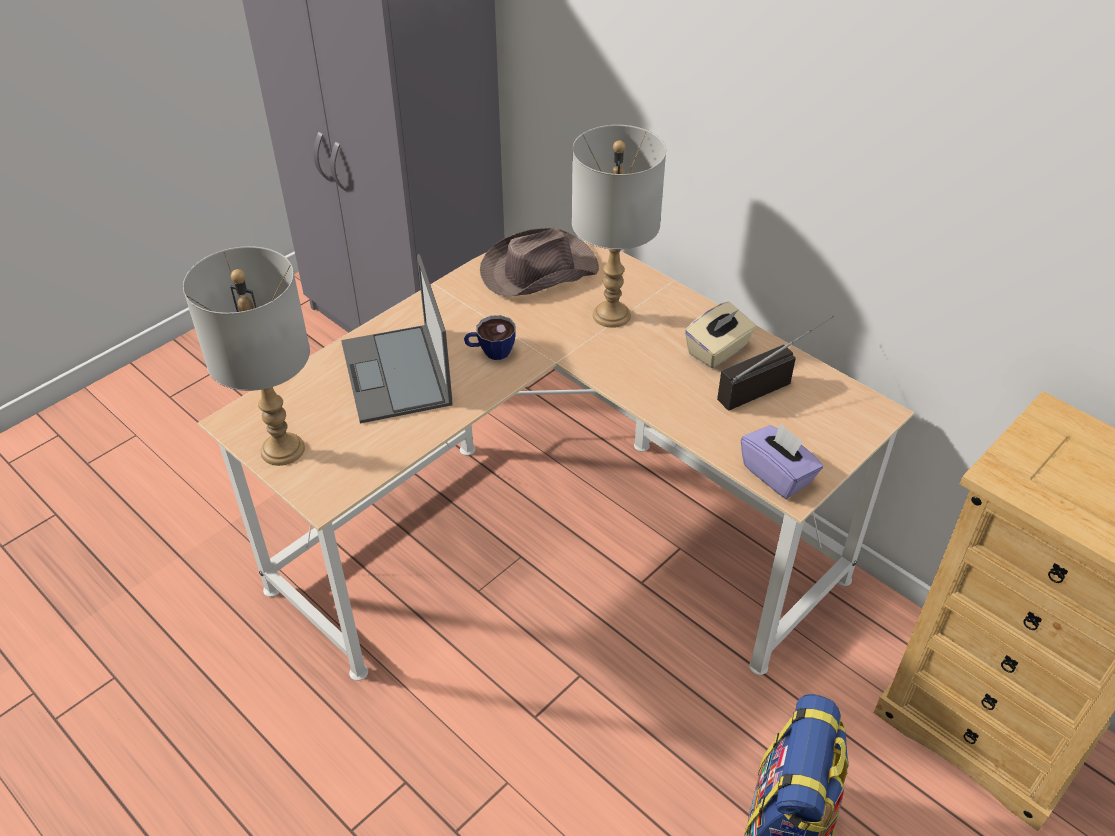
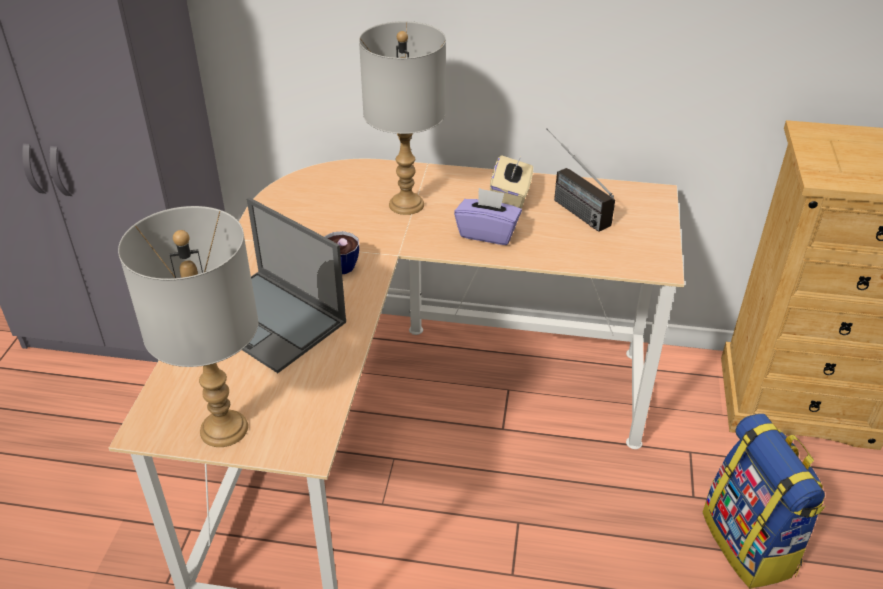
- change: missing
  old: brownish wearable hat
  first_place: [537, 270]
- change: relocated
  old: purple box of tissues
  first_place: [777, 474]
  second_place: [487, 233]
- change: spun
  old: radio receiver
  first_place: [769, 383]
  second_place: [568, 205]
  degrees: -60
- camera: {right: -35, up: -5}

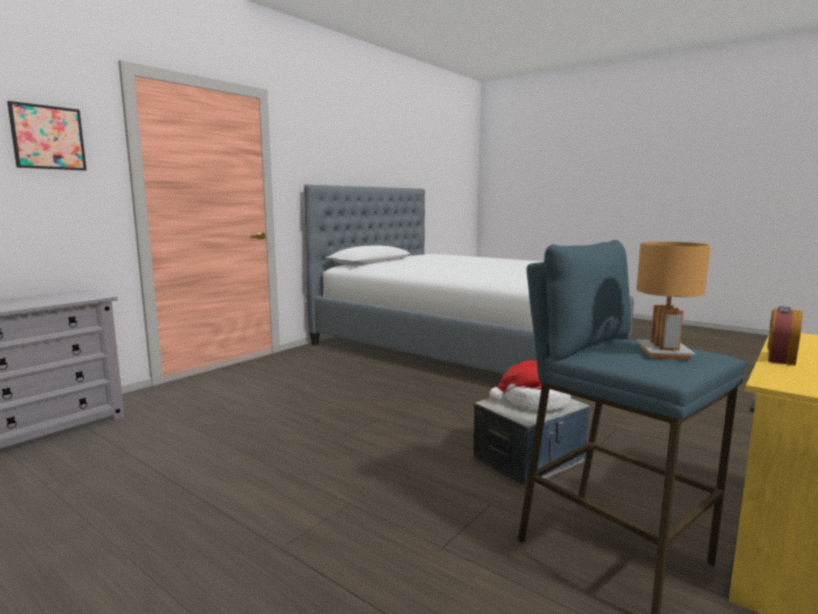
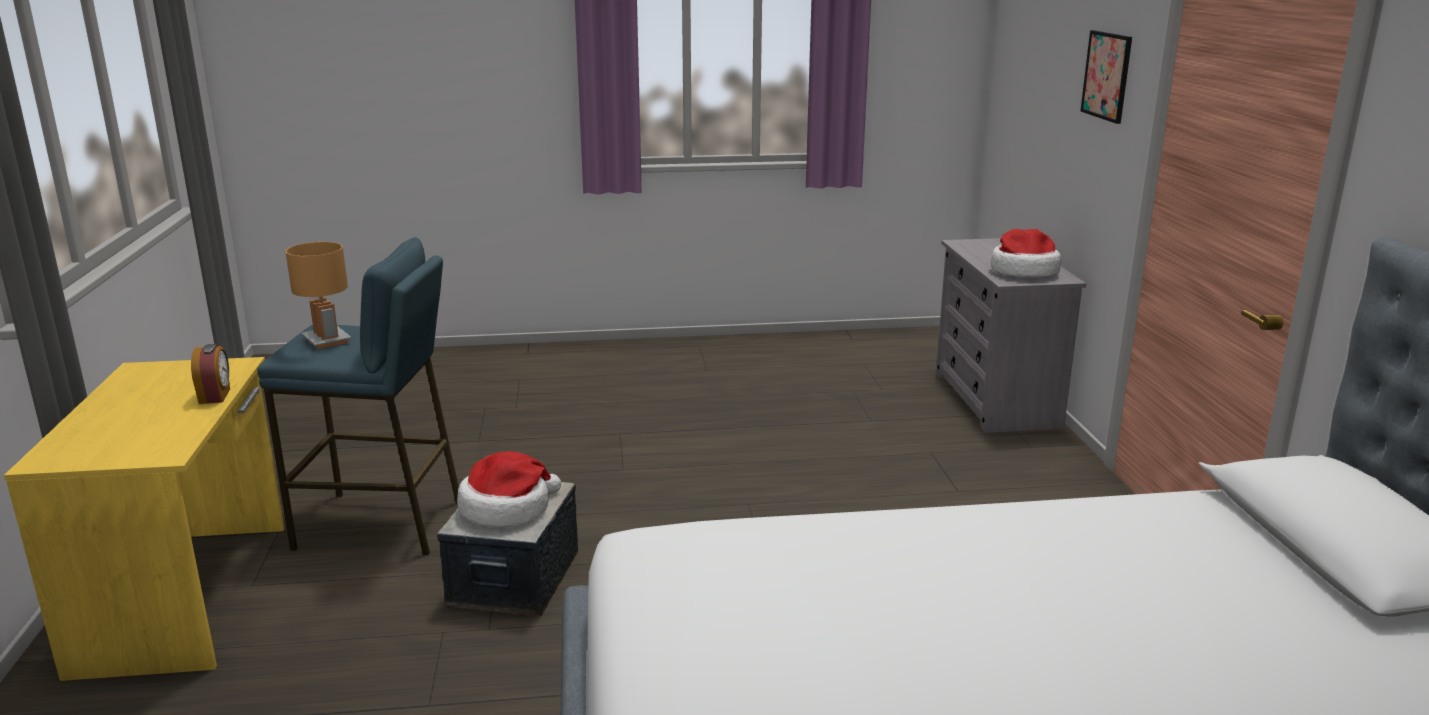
- change: appeared
  new: wearable hat
  second_place: [1023, 271]
- camera: {right: 135, up: 10}

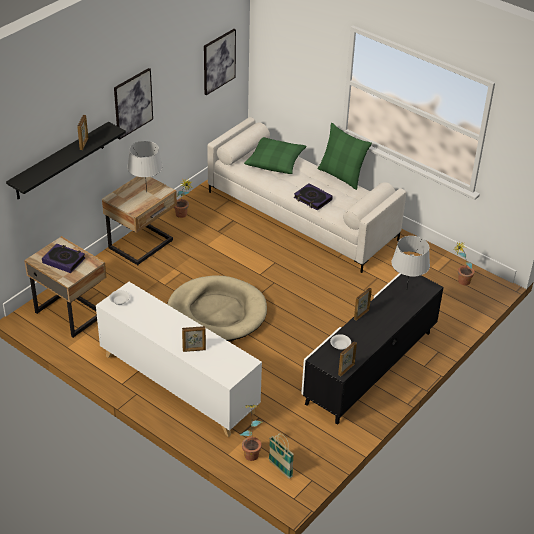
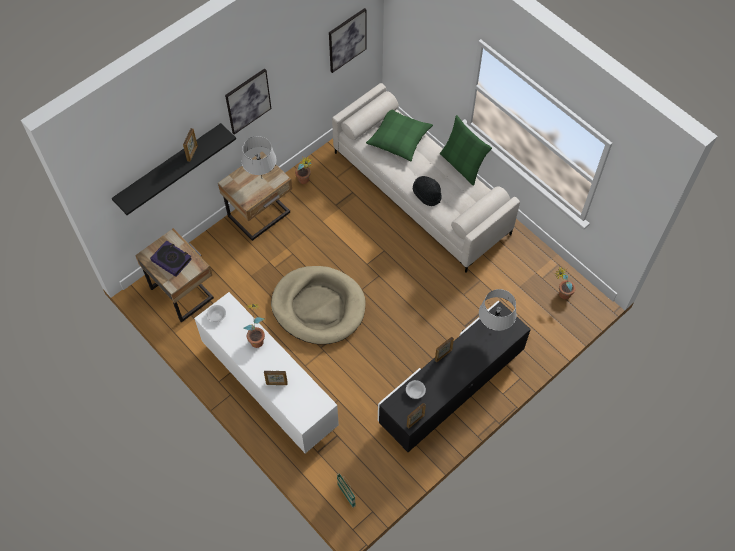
- change: relocated
  old: potted plant
  first_place: [251, 451]
  second_place: [257, 338]
- change: exchanged
  old: volume
  new: blackish wearable hat
  first_place: [312, 199]
  second_place: [427, 194]
- camera: {right: 10, up: 20}

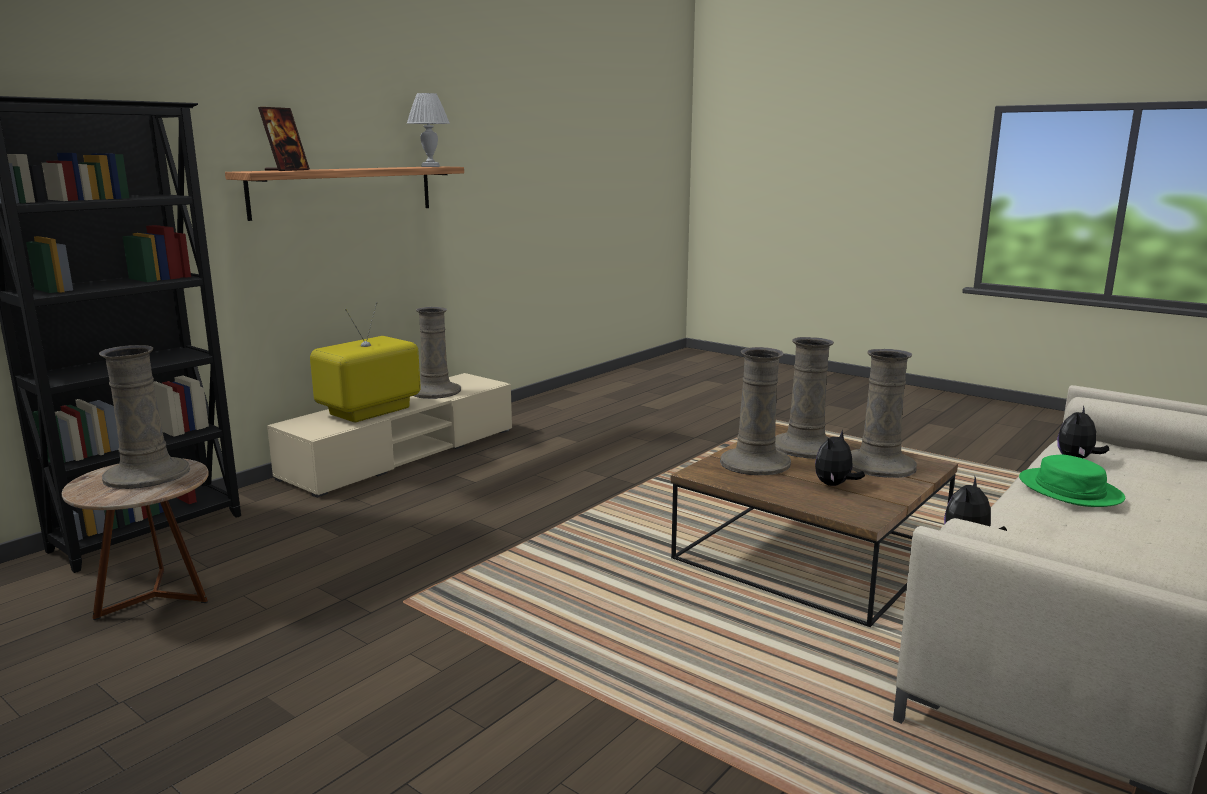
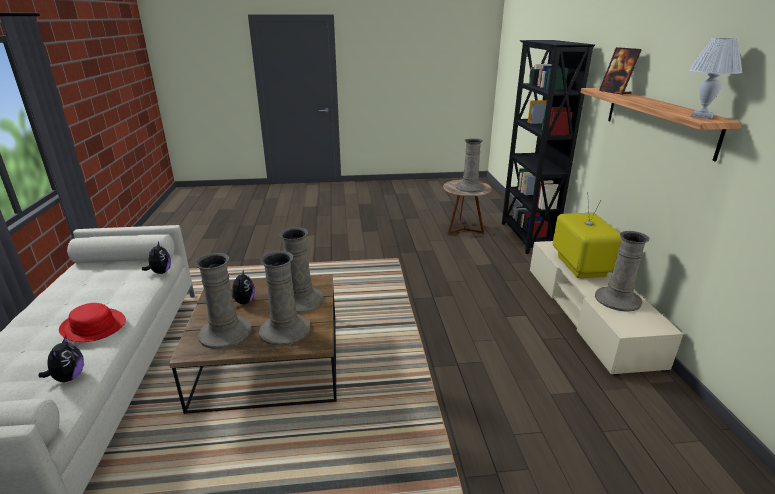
- change: colour
  old: greenish wearable hat
  new: reddish wearable hat
  first_place: [1070, 489]
  second_place: [93, 326]
- camera: {right: 135, up: 10}

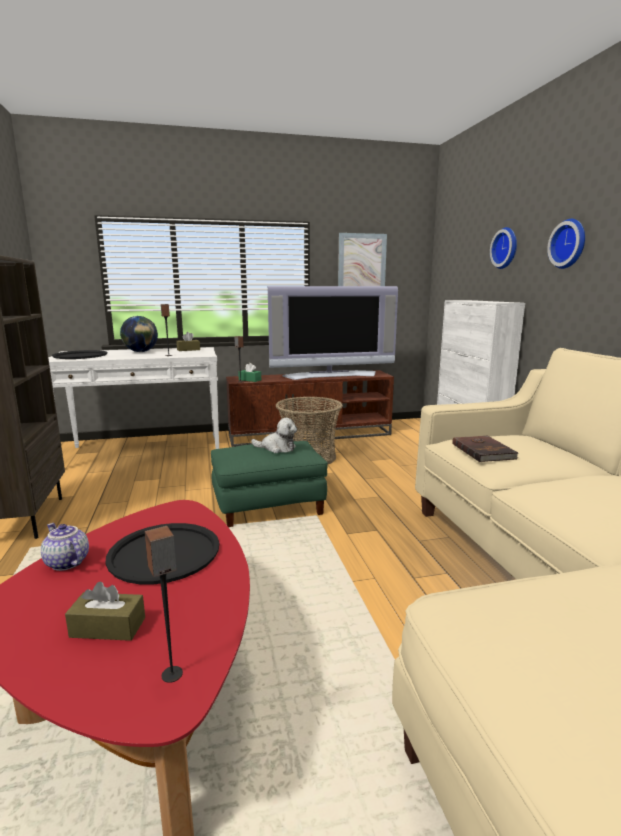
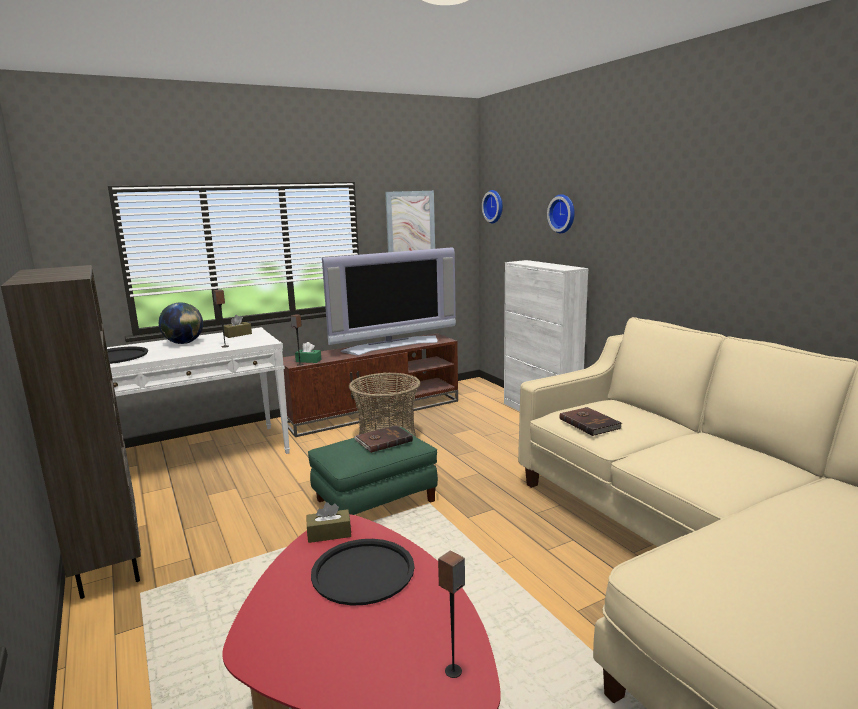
- change: missing
  old: teapot
  first_place: [66, 563]
- change: relocated
  old: brownish box of tissues
  first_place: [108, 627]
  second_place: [329, 533]
- change: relocated
  old: wall clock
  first_place: [570, 244]
  second_place: [494, 206]
- change: exchanged
  old: plush toy
  new: brownish volume
  first_place: [277, 448]
  second_place: [383, 441]
- camera: {right: -15, up: 0}

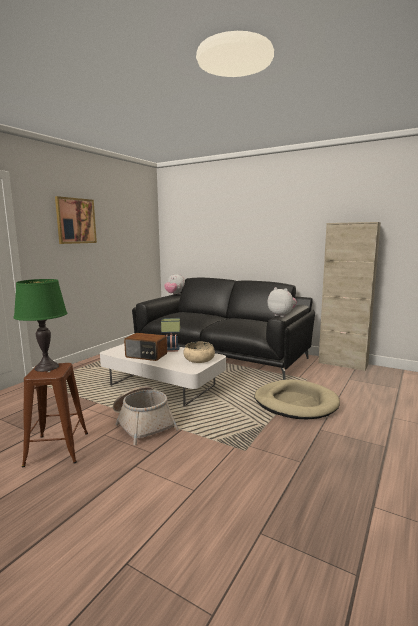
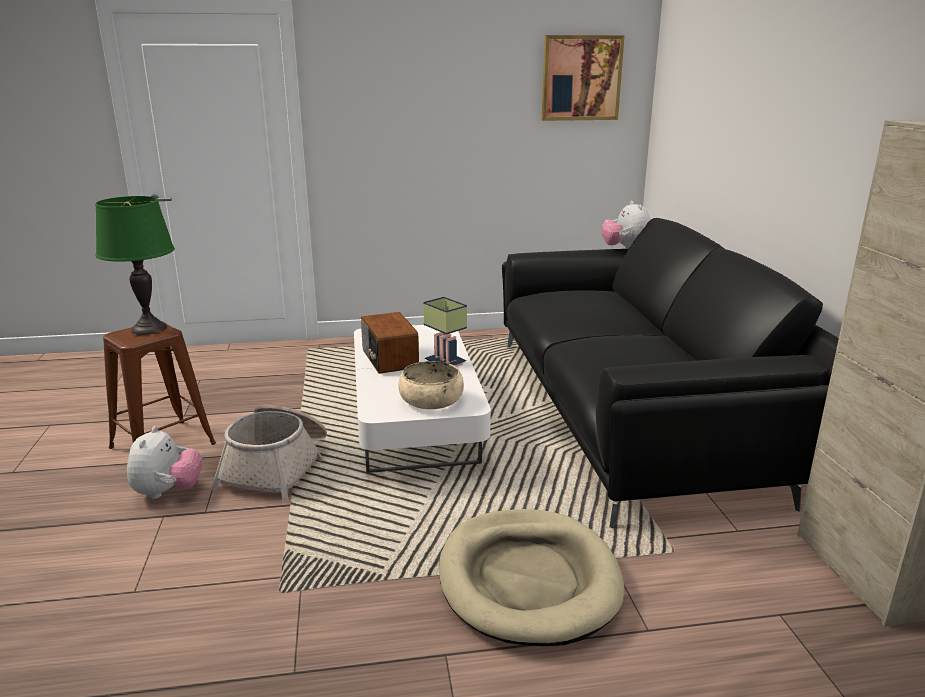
- change: relocated
  old: wall art
  first_place: [75, 221]
  second_place: [581, 78]
- change: relocated
  old: plush toy
  first_place: [282, 315]
  second_place: [168, 492]
- camera: {right: 50, up: 10}

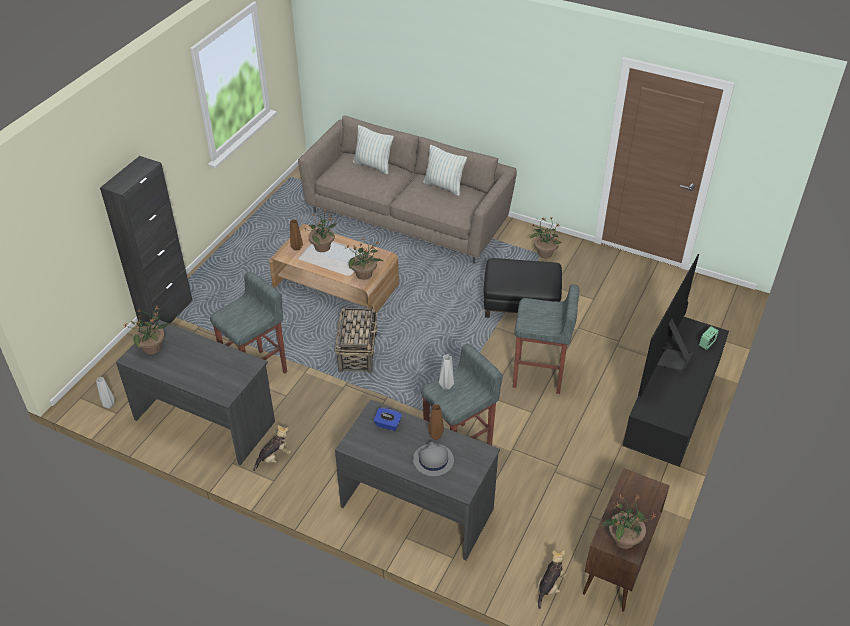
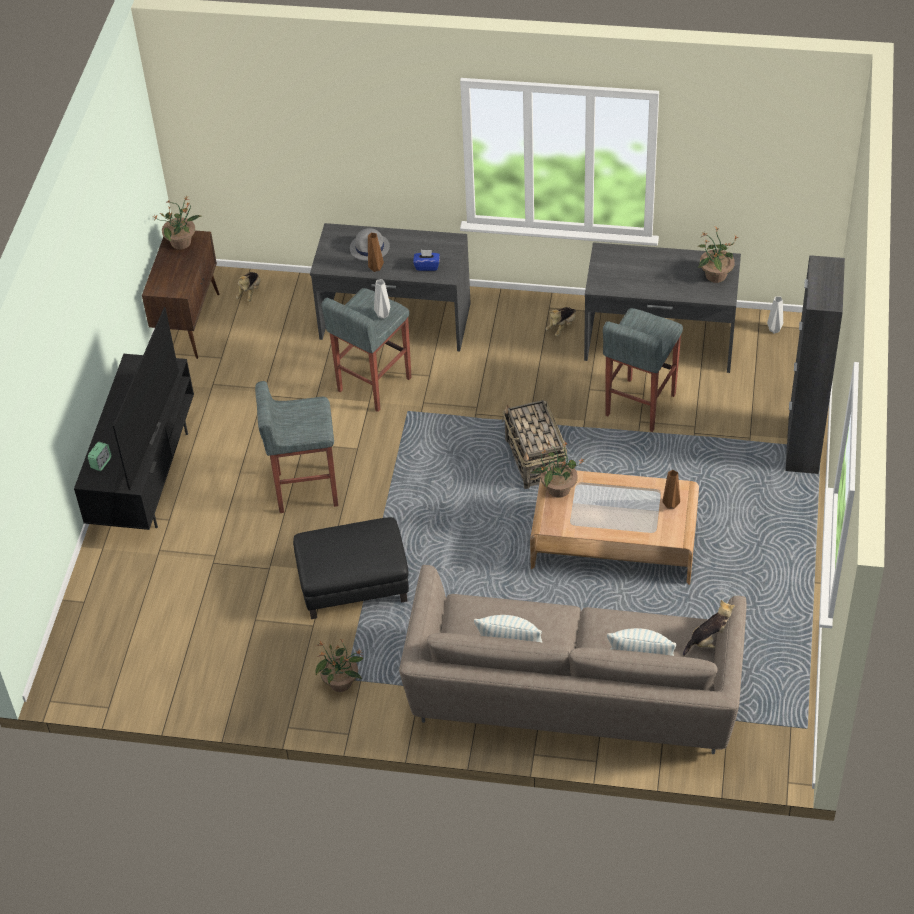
- change: missing
  old: potted plant
  first_place: [323, 247]
- change: appeared
  new: plush toy
  second_place: [709, 641]
- camera: {right: 165, up: 5}

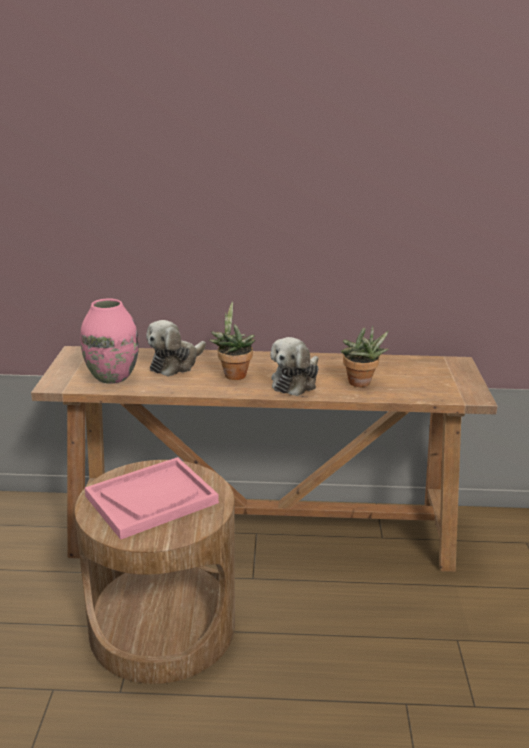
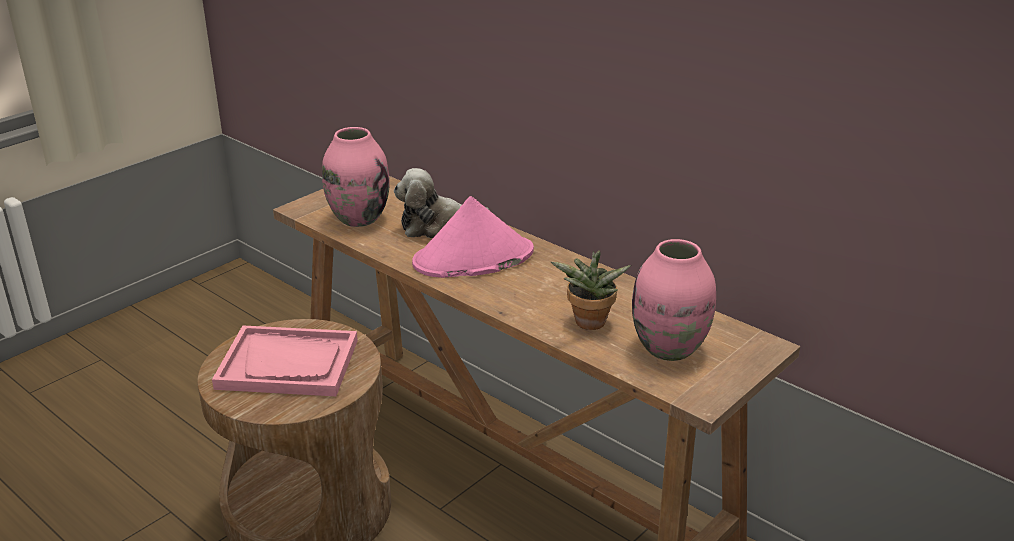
- change: missing
  old: plush toy
  first_place: [296, 382]
- change: appeared
  new: pink-coloured flower vase
  second_place: [670, 348]
- change: exchanged
  old: potted plant
  new: pink-coloured wearable hat
  first_place: [233, 374]
  second_place: [473, 258]
- camera: {right: 40, up: 5}

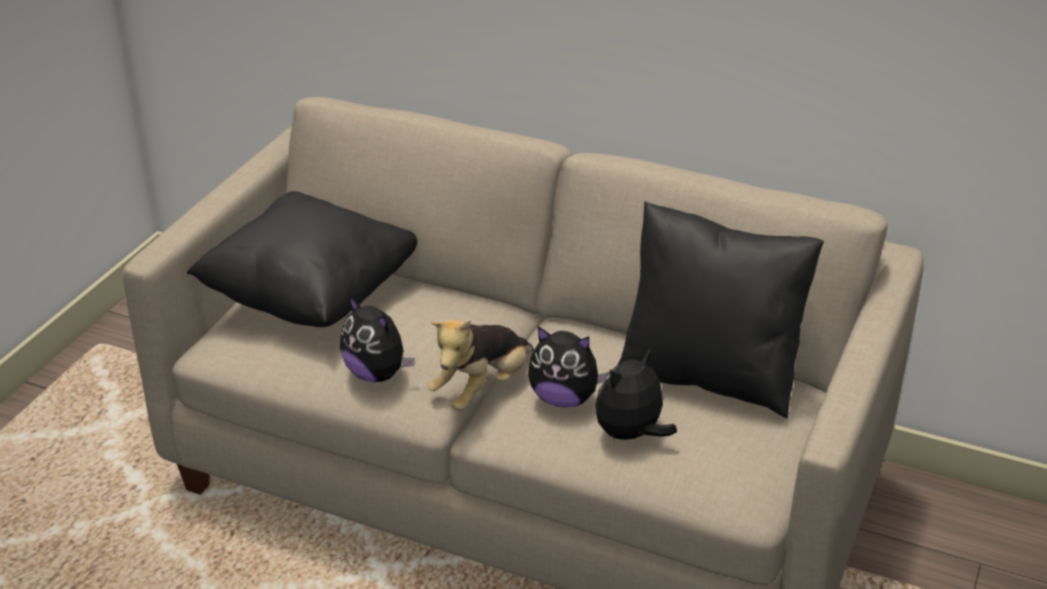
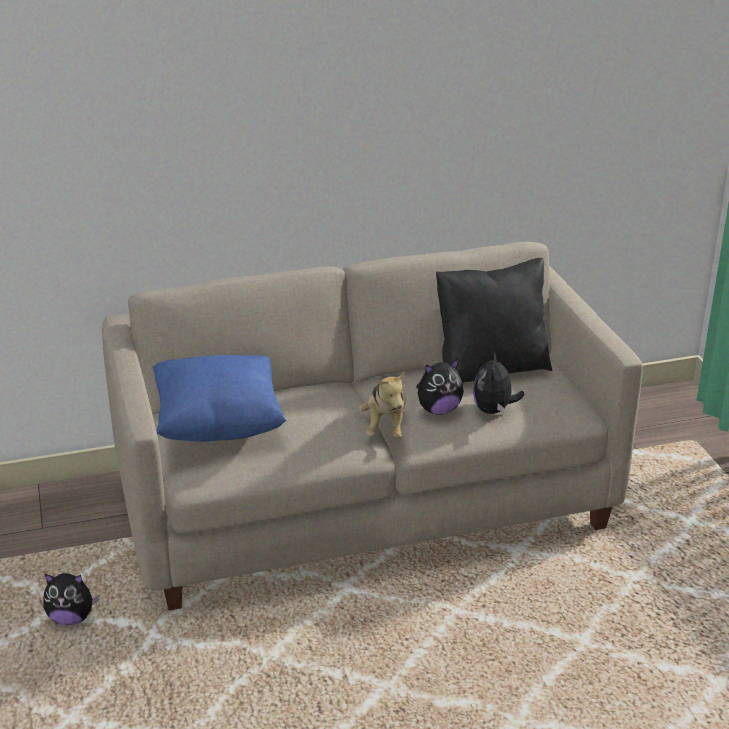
- change: relocated
  old: plush toy
  first_place: [377, 374]
  second_place: [71, 618]
- change: colour
  old: blackish pillow
  new: bluish pillow
  first_place: [311, 296]
  second_place: [218, 425]
- camera: {right: -40, up: -5}

